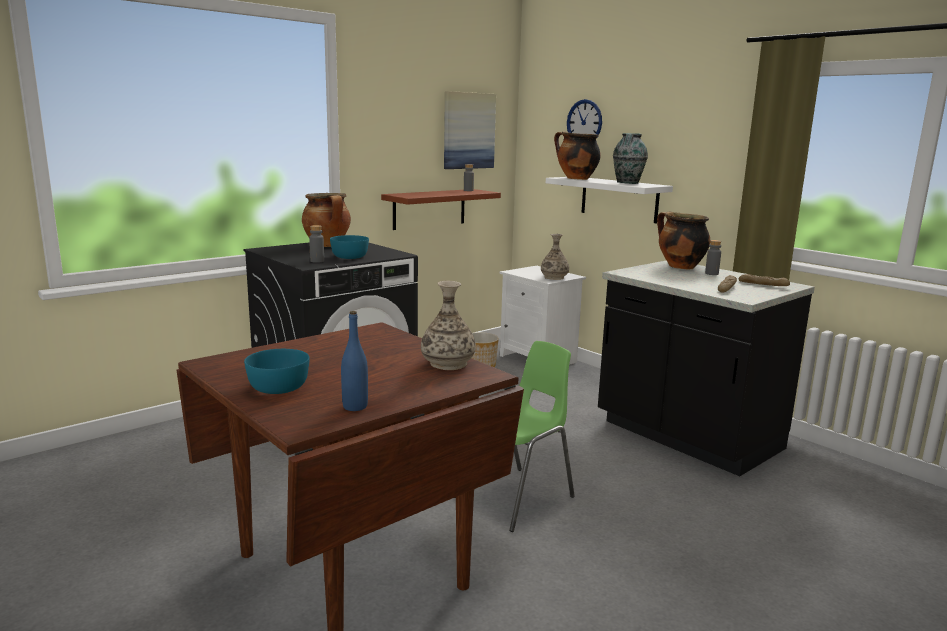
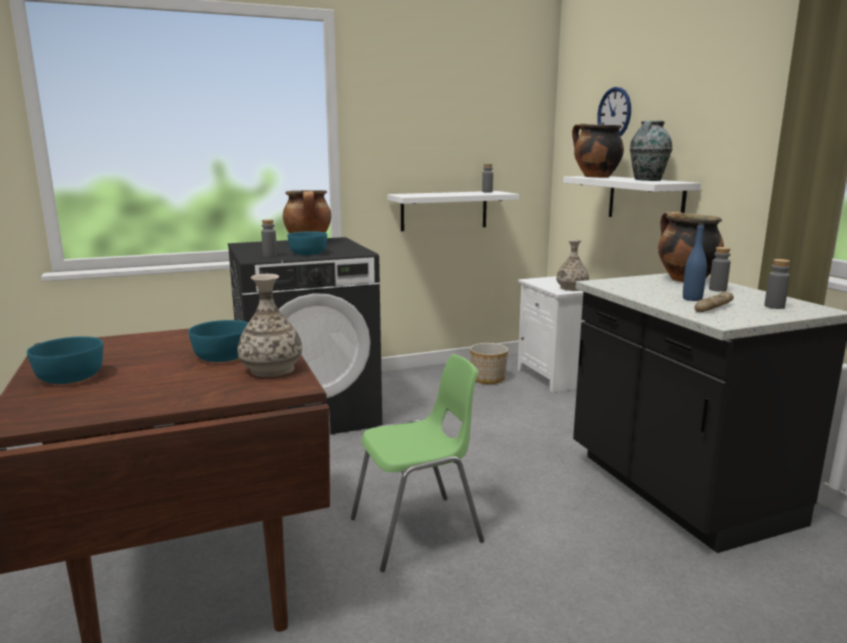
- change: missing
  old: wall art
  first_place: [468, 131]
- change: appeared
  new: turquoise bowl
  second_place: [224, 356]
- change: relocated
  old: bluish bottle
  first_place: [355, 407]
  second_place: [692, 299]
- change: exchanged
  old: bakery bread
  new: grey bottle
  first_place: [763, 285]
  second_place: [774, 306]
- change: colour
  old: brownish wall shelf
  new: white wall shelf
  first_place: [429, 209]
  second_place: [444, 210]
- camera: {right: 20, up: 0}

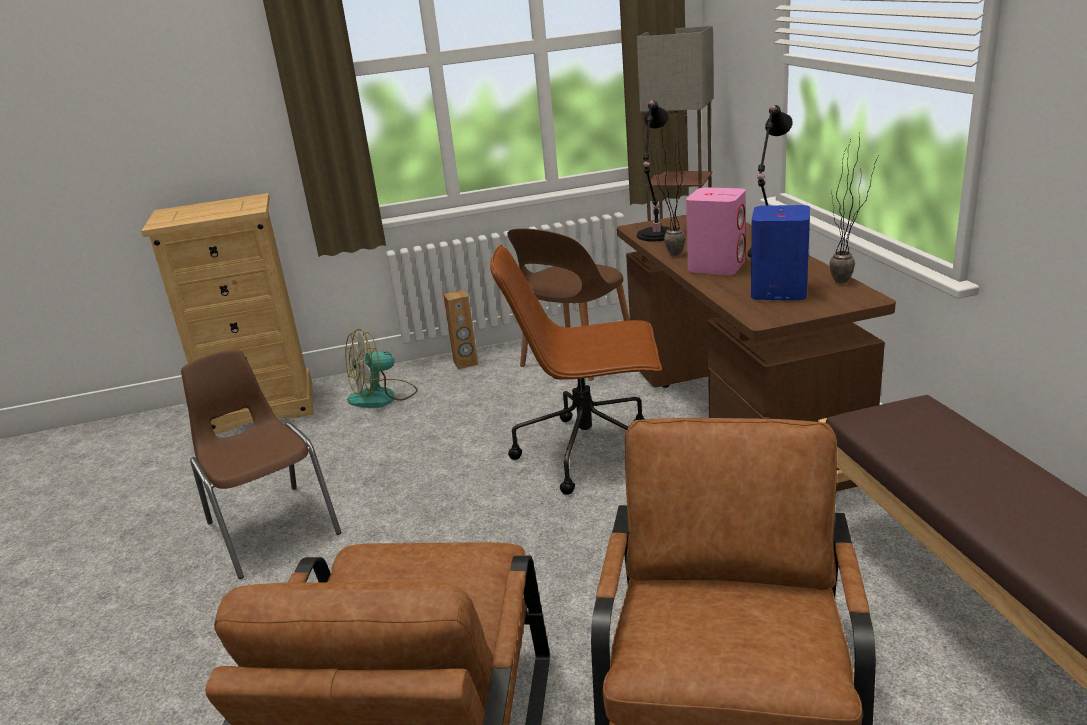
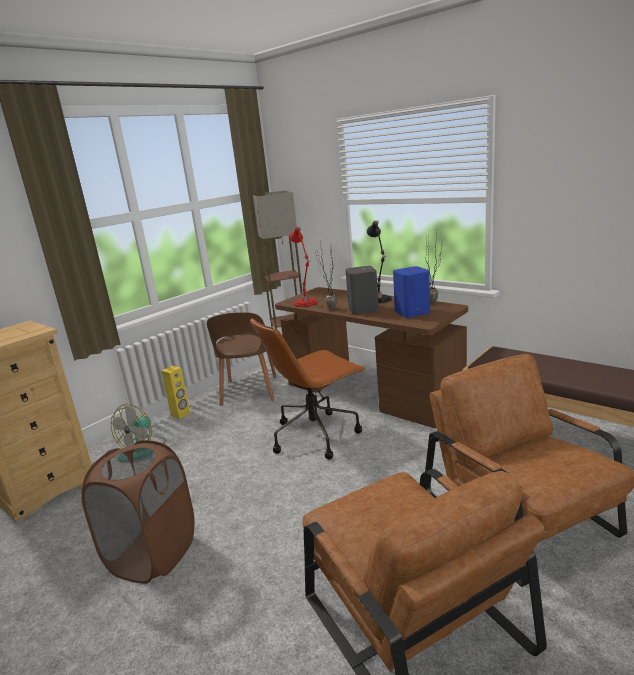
- change: exchanged
  old: brownish plain chair
  new: brownish hamper
  first_place: [271, 527]
  second_place: [153, 554]
- change: colour
  old: brownish speaker
  new: yellow speaker
  first_place: [465, 363]
  second_place: [181, 414]
- change: colour
  old: blackish lamp for a table
  new: reddish lamp for a table
  first_place: [656, 236]
  second_place: [306, 303]
- change: colour
  old: pink-coloured speaker
  new: grey speaker
  first_place: [716, 266]
  second_place: [363, 309]
- camera: {right: -35, up: -5}

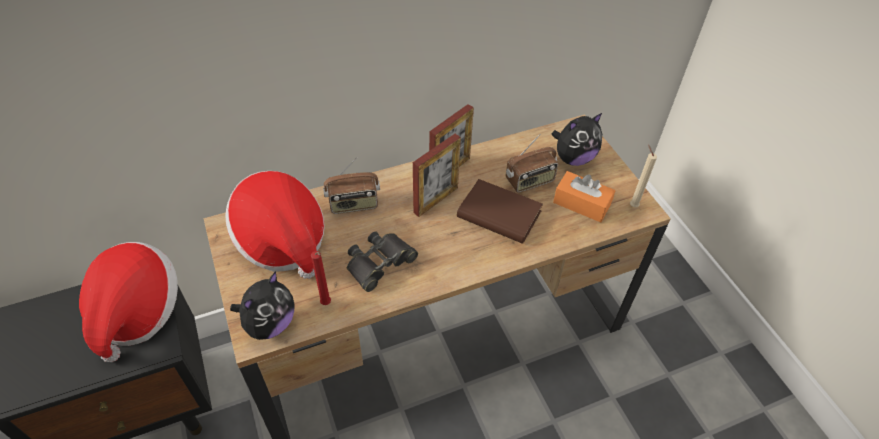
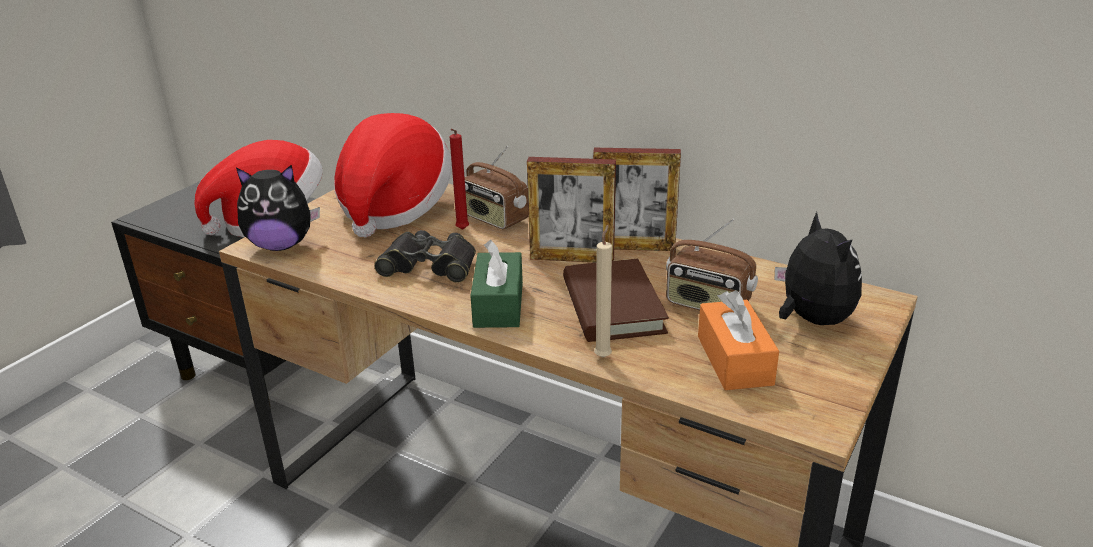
- change: appeared
  new: greenish box of tissues
  second_place: [498, 304]
- change: relocated
  old: reddish wax light
  first_place: [326, 304]
  second_place: [461, 230]
- change: relocated
  old: sand-coloured wax light
  first_place: [632, 205]
  second_place: [603, 356]
- change: spun
  old: plush toy
  first_place: [573, 158]
  second_place: [811, 320]
  degrees: -135
- camera: {right: 55, up: -20}

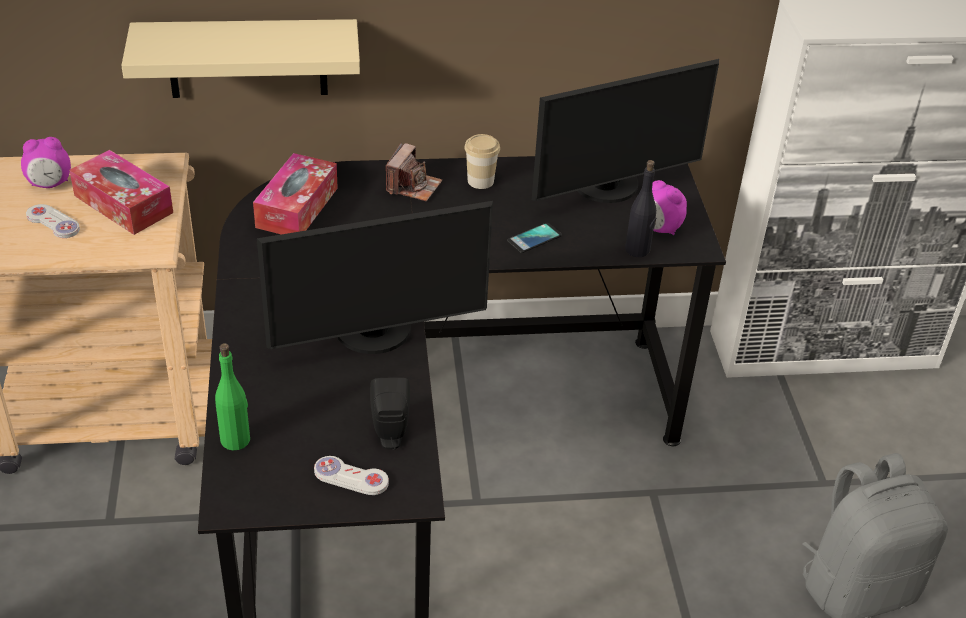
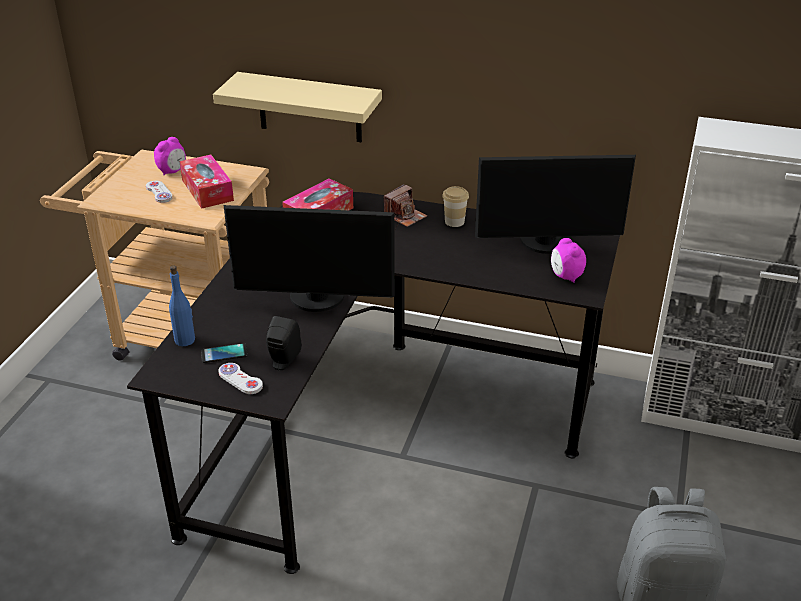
- change: missing
  old: blackish bottle
  first_place: [637, 250]
- change: relocated
  old: phone
  first_place: [534, 238]
  second_place: [224, 354]
- change: colour
  old: greenish bottle
  new: bluish bottle
  first_place: [236, 439]
  second_place: [185, 340]
- change: spun
  old: alarm clock
  first_place: [50, 184]
  second_place: [172, 171]
  degrees: -60
- camera: {right: 25, up: -5}

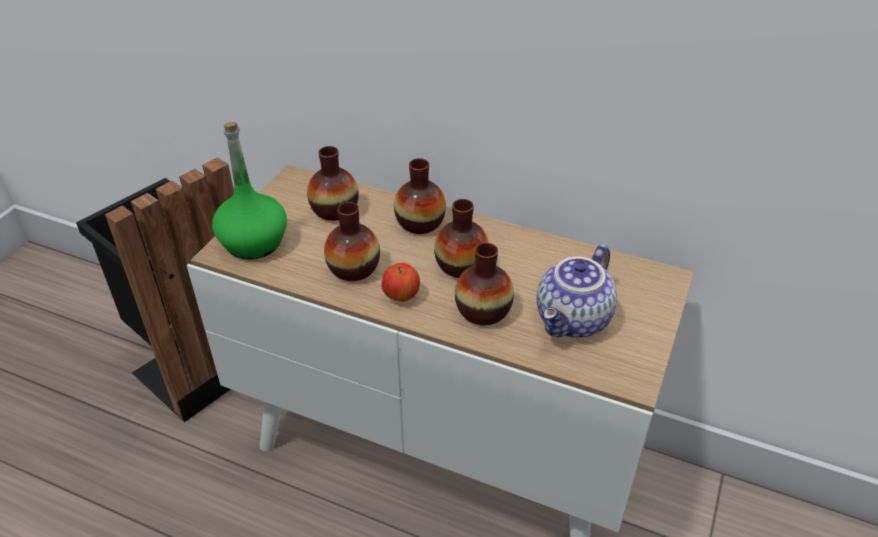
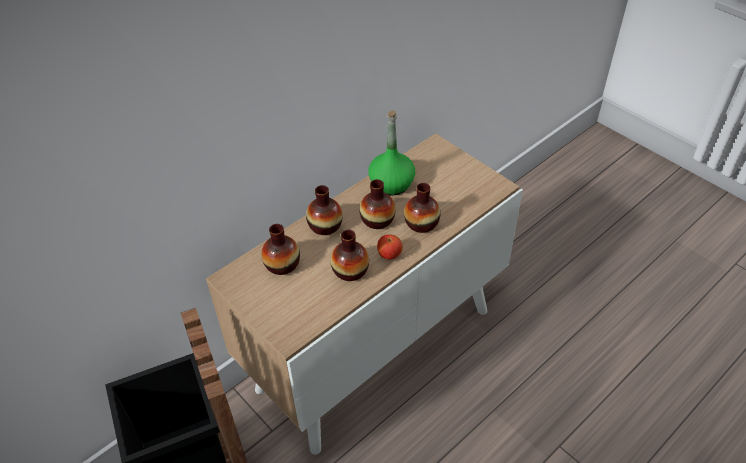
- change: missing
  old: teapot
  first_place: [574, 321]
- change: relocated
  old: greenish bottle
  first_place: [253, 242]
  second_place: [391, 184]
- camera: {right: -65, up: 5}

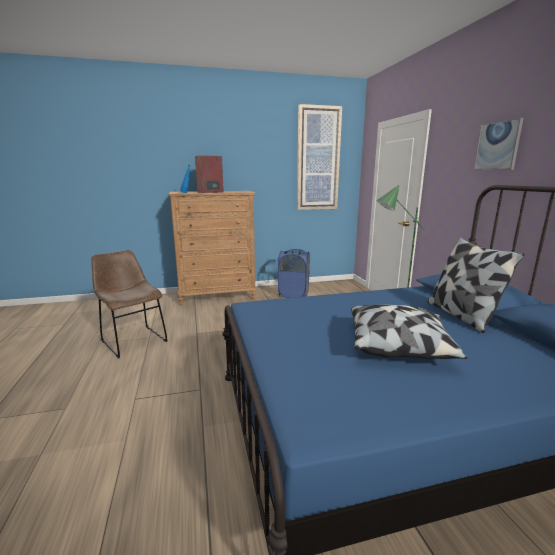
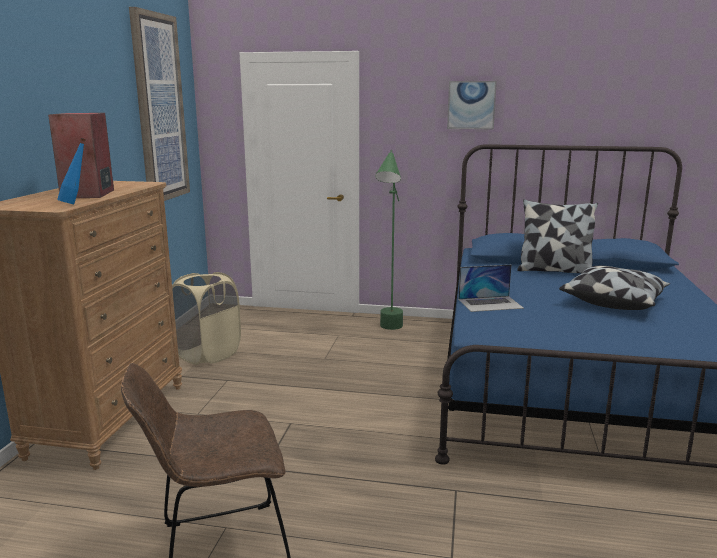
- change: appeared
  new: portable computer
  second_place: [490, 304]
- change: colour
  old: bluish hamper
  new: sand-coloured hamper
  first_place: [293, 294]
  second_place: [208, 354]
- camera: {right: -65, up: 0}

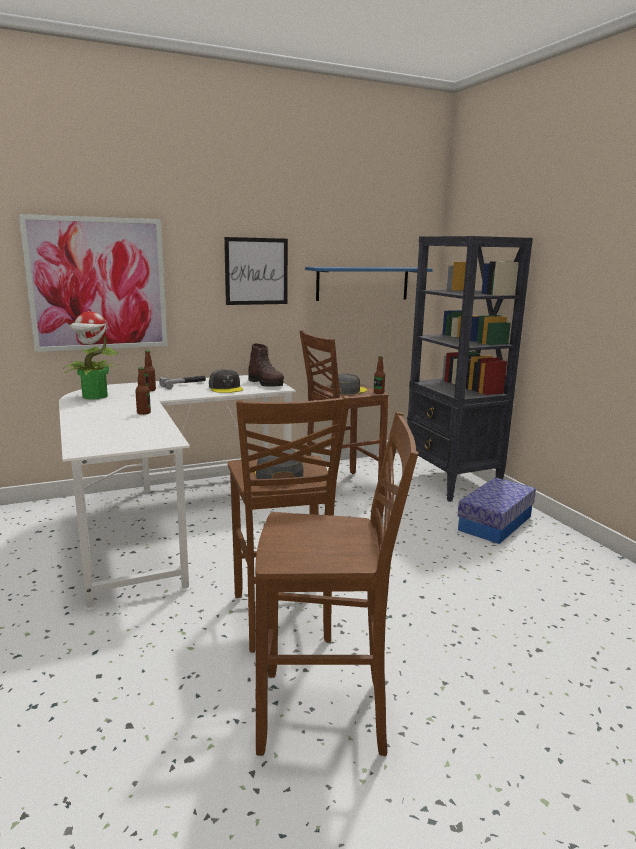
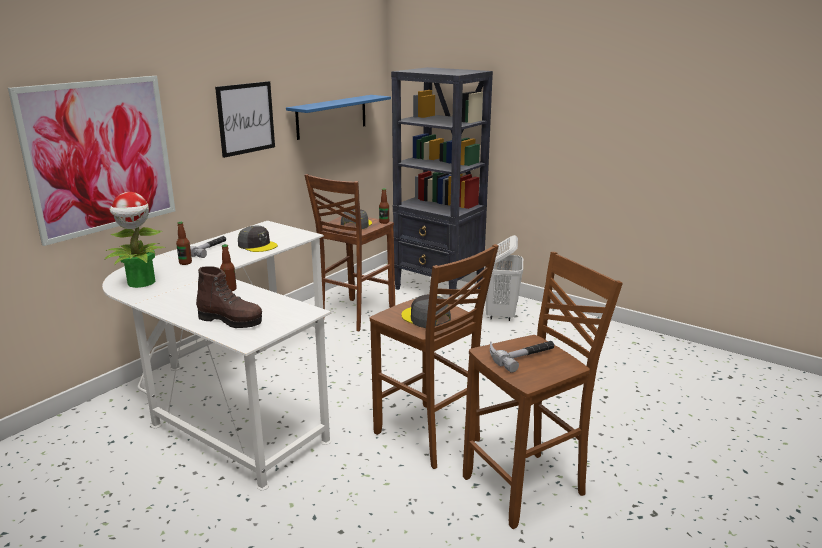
- change: appeared
  new: hand hammer
  second_place: [520, 355]
- change: relocated
  old: brownish tall boot
  first_place: [266, 383]
  second_place: [231, 320]
- change: exchanged
  old: storage box
  new: white hamper
  first_place: [495, 523]
  second_place: [500, 314]
- camera: {right: -30, up: 5}

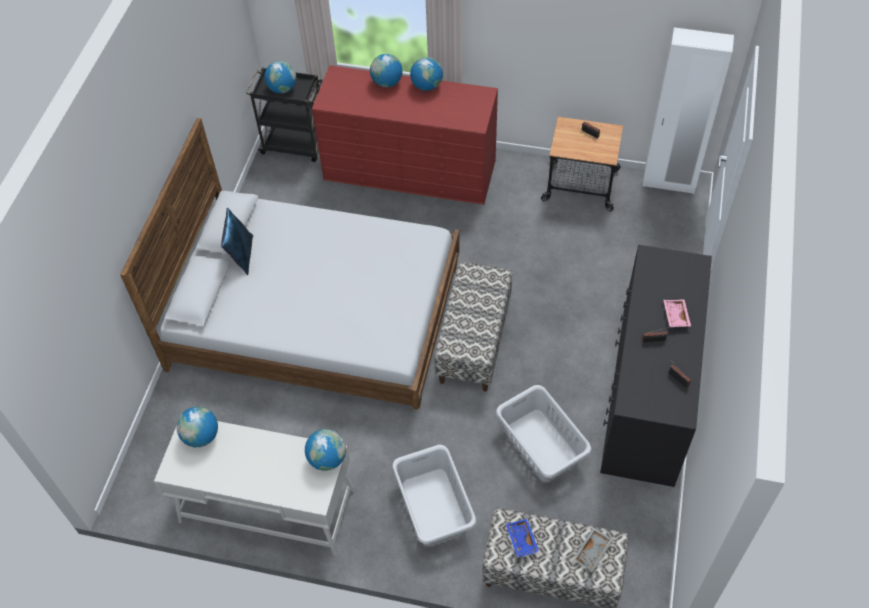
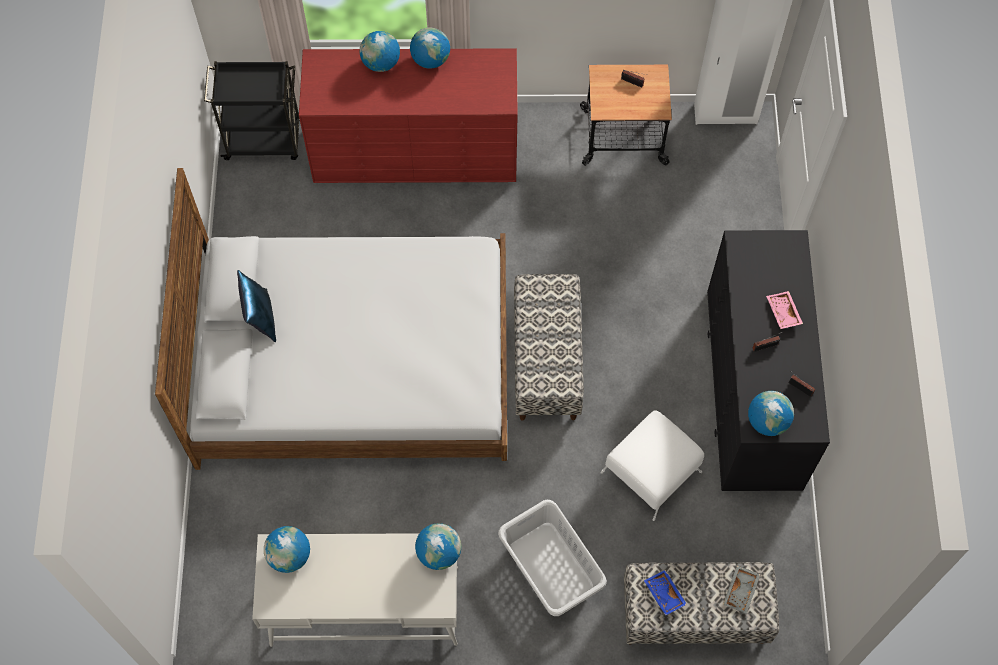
- change: relocated
  old: world globe
  first_place: [282, 89]
  second_place: [767, 421]
- change: exchanged
  old: grey hamper
  new: white footrest
  first_place: [541, 445]
  second_place: [650, 472]
- camera: {right: -15, up: 10}

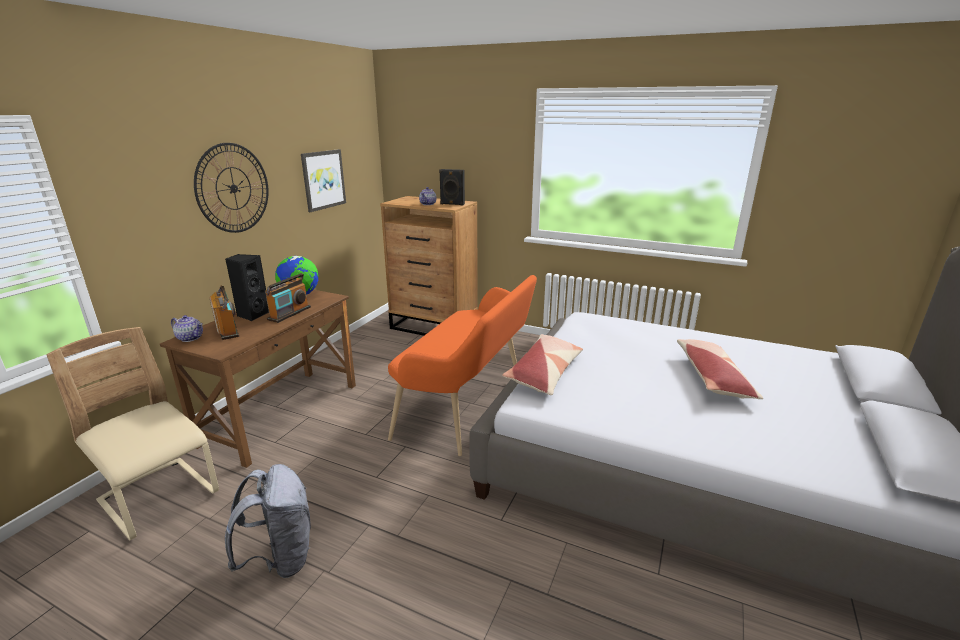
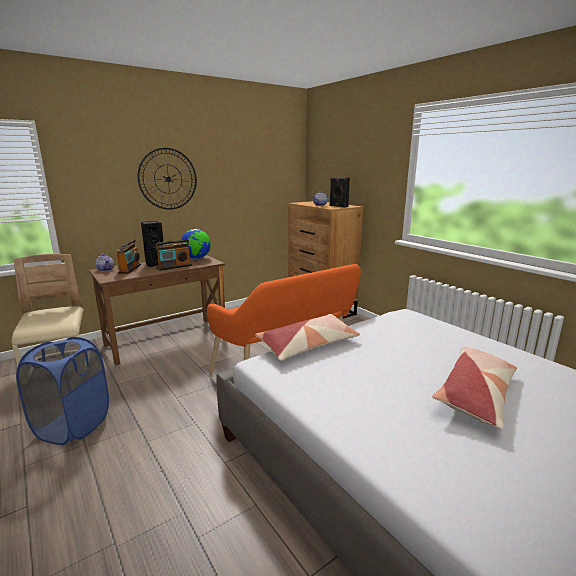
- change: missing
  old: wall art
  first_place: [323, 180]
- change: exchanged
  old: grey backpack
  new: bluish hamper
  first_place: [281, 558]
  second_place: [73, 426]
- camera: {right: 30, up: -5}

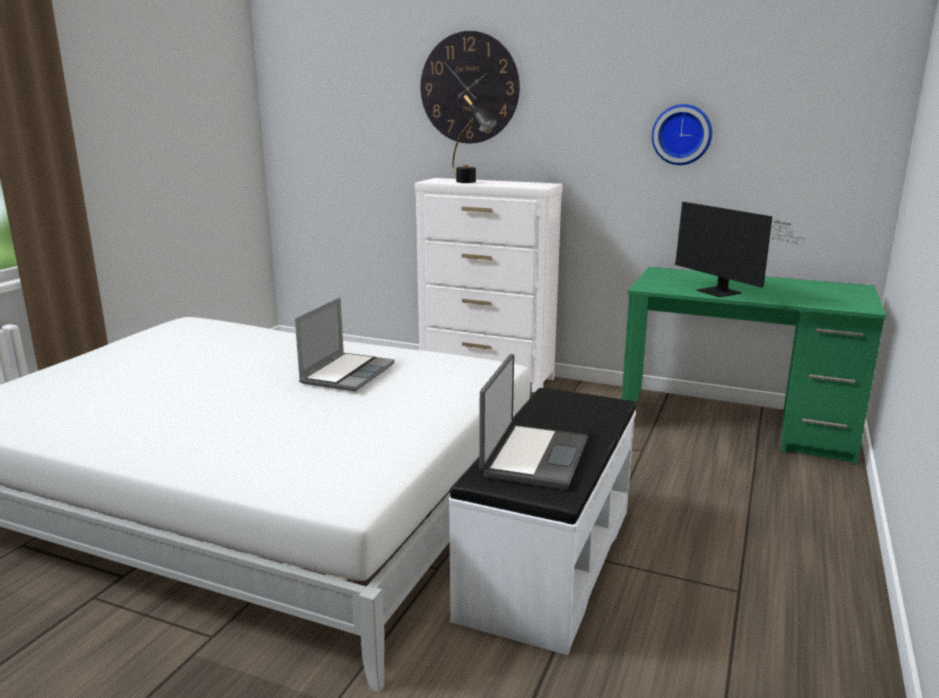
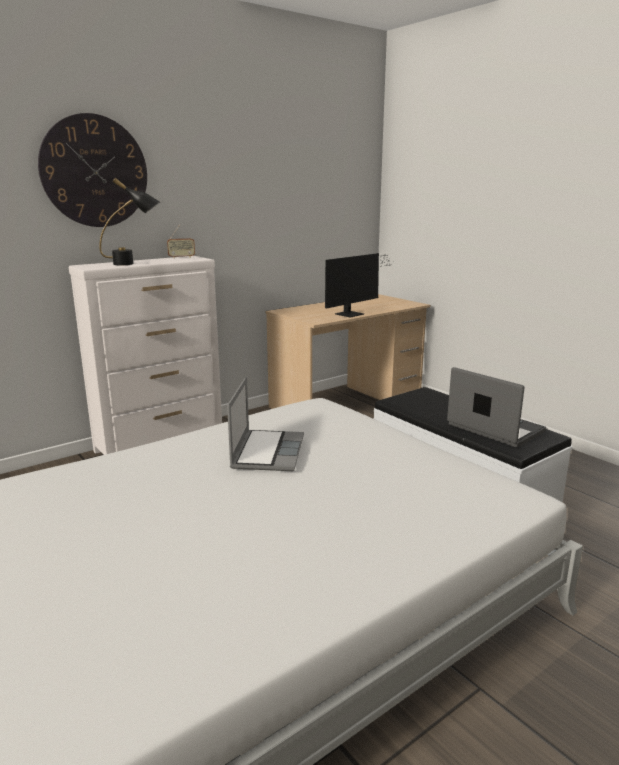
- change: missing
  old: wall clock
  first_place: [682, 134]
- change: appeared
  new: radio receiver
  second_place: [181, 257]
- change: colour
  old: greenish desk table
  new: sand-coloured desk table
  first_place: [735, 426]
  second_place: [347, 402]
- change: spun
  old: portable computer
  first_place: [347, 373]
  second_place: [267, 452]
  degrees: 45
- change: spun
  old: computer display
  first_place: [722, 293]
  second_place: [353, 313]
  degrees: -45
- camera: {right: -60, up: 0}

